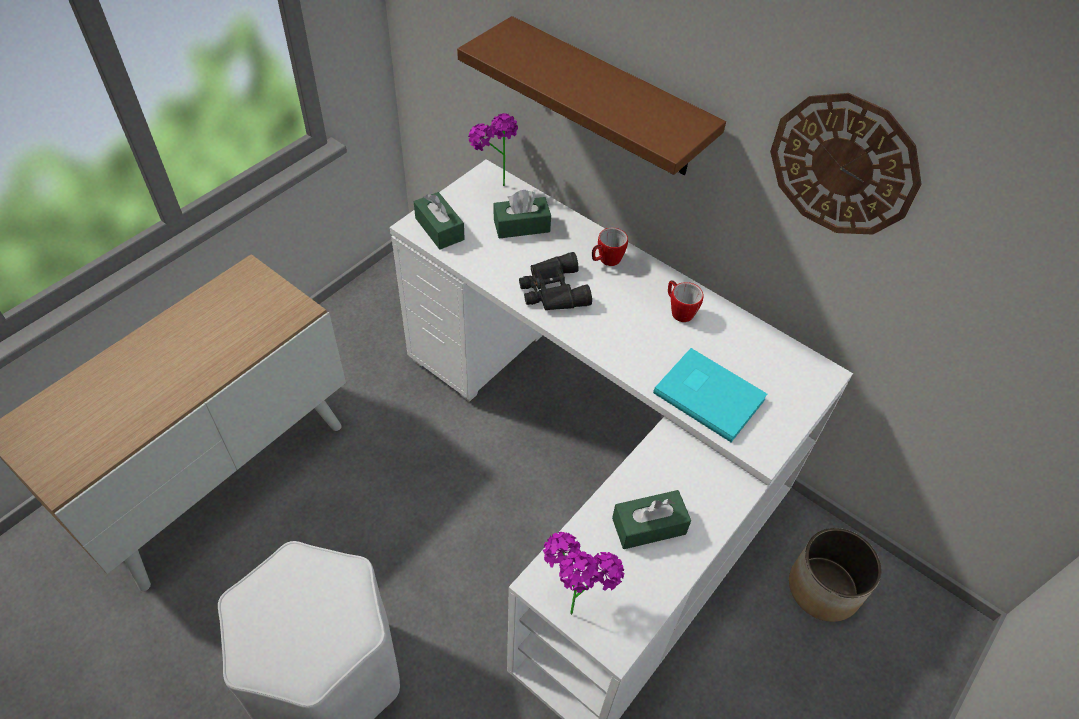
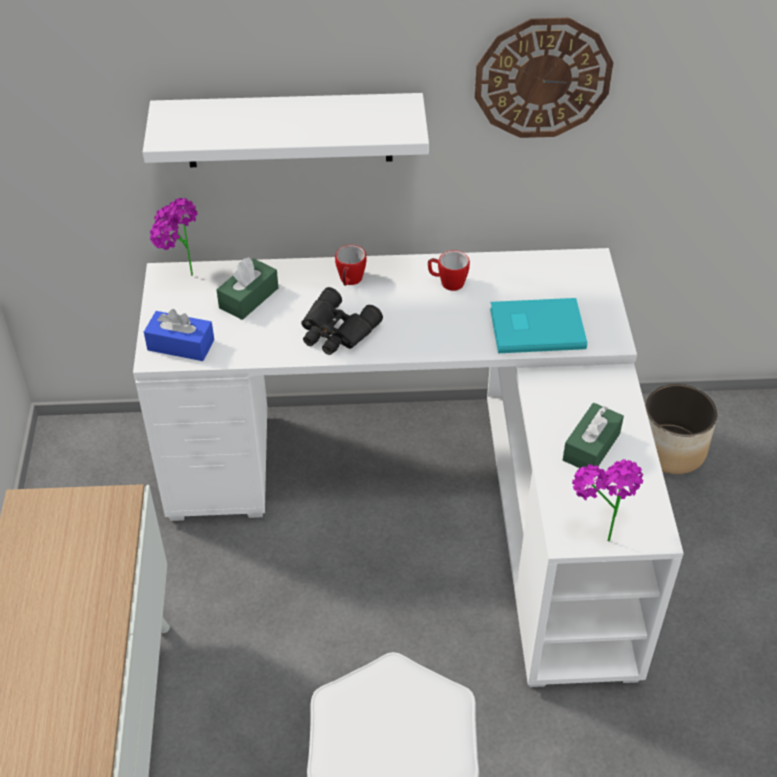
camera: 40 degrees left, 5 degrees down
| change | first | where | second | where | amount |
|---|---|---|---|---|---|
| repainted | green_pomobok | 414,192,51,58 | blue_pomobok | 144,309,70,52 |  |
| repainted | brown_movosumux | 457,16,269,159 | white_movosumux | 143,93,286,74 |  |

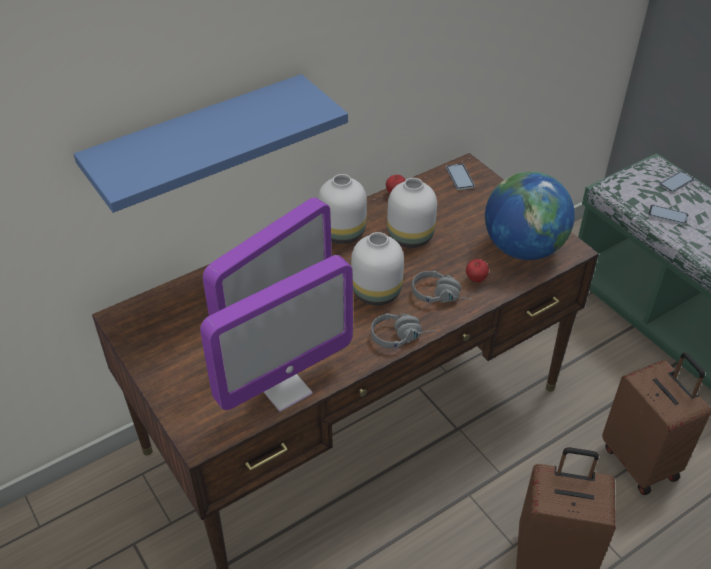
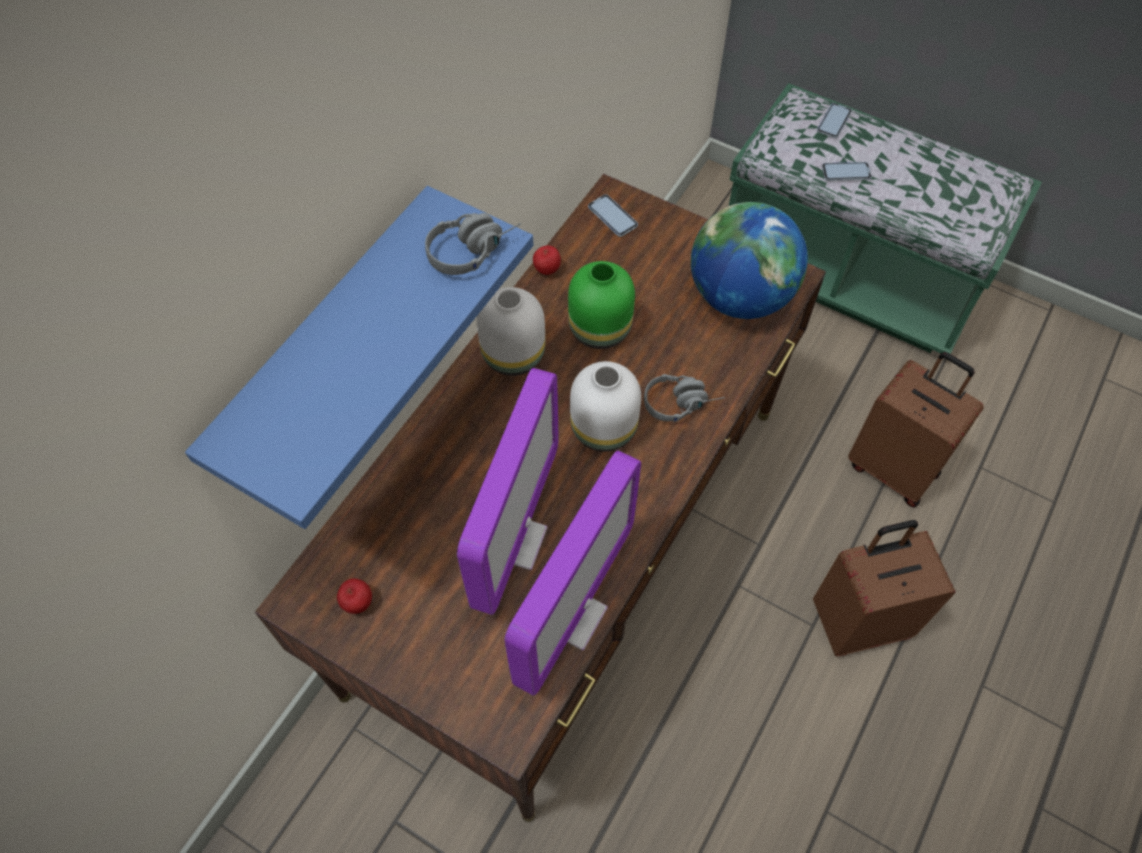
camera: 25 degrees left, 15 degrees up
| change | first | where | second | where | amount |
|---|---|---|---|---|---|
| shifted | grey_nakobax | 371,313,65,35 |  | 425,213,96,62 |  |
| shifted | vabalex | 466,259,23,24 |  | 337,578,35,36 |  |
| repainted | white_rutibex | 387,178,50,70 | green_rutibex | 568,261,67,88 |  |

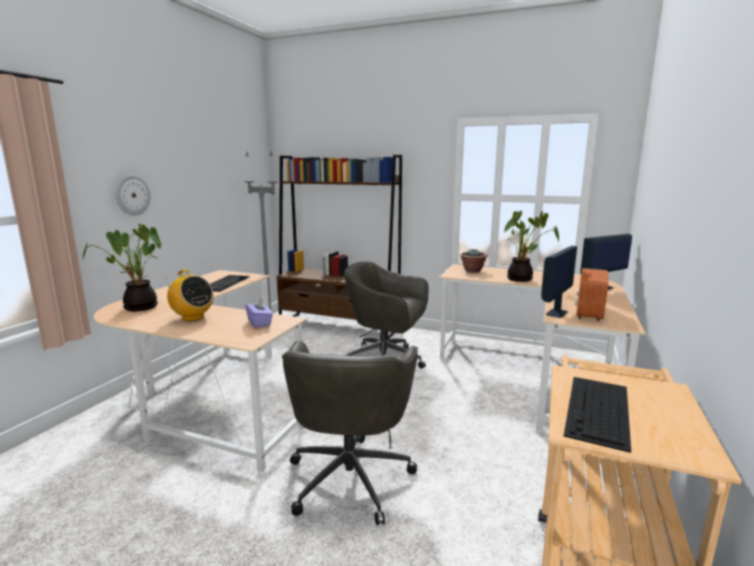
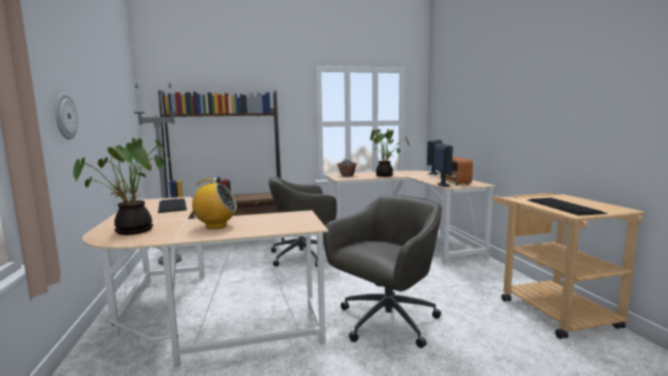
camera: 35 degrees left, 5 degrees down
| change | first | where | second | where | amount |
|---|---|---|---|---|---|
| gone | purple_pomobok | 245,297,28,31 |  |  |  |
| rotated | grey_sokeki | 282,341,136,184 |  | 323,195,119,153 | 105 degrees counterclockwise |

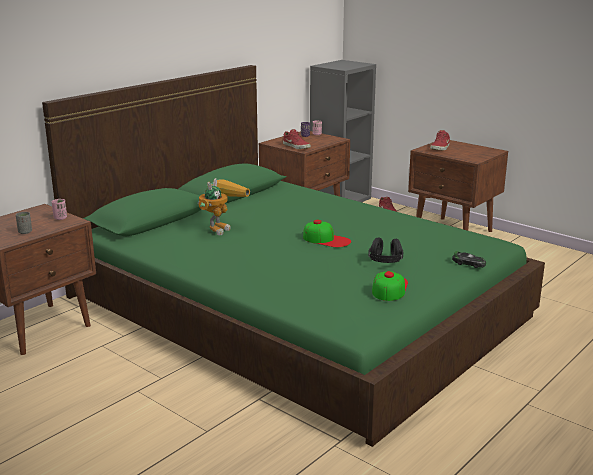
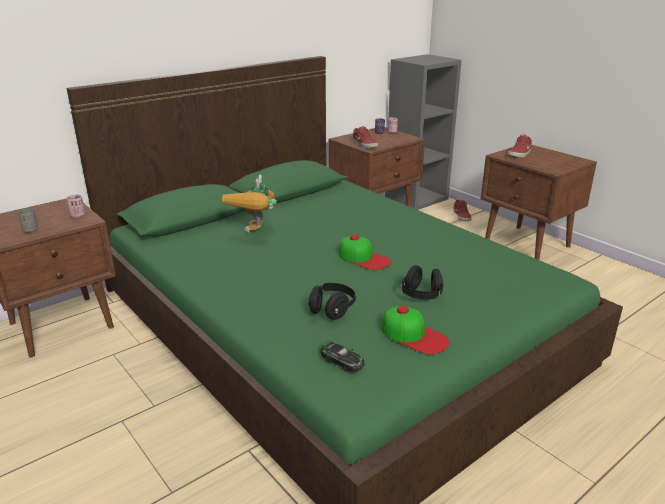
camera: 10 degrees right, 5 degrees up
| change | first | where | second | where | amount |
|---|---|---|---|---|---|
| new |  |  | black_nakobax | 308,283,48,37 |  |
| shifted | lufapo | 452,251,34,17 |  | 321,340,43,32 |  |
| rotated | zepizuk | 198,178,52,57 |  | 222,174,55,59 | 150 degrees clockwise |
| rotated | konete | 372,271,36,30 |  | 382,306,67,48 | 105 degrees clockwise |

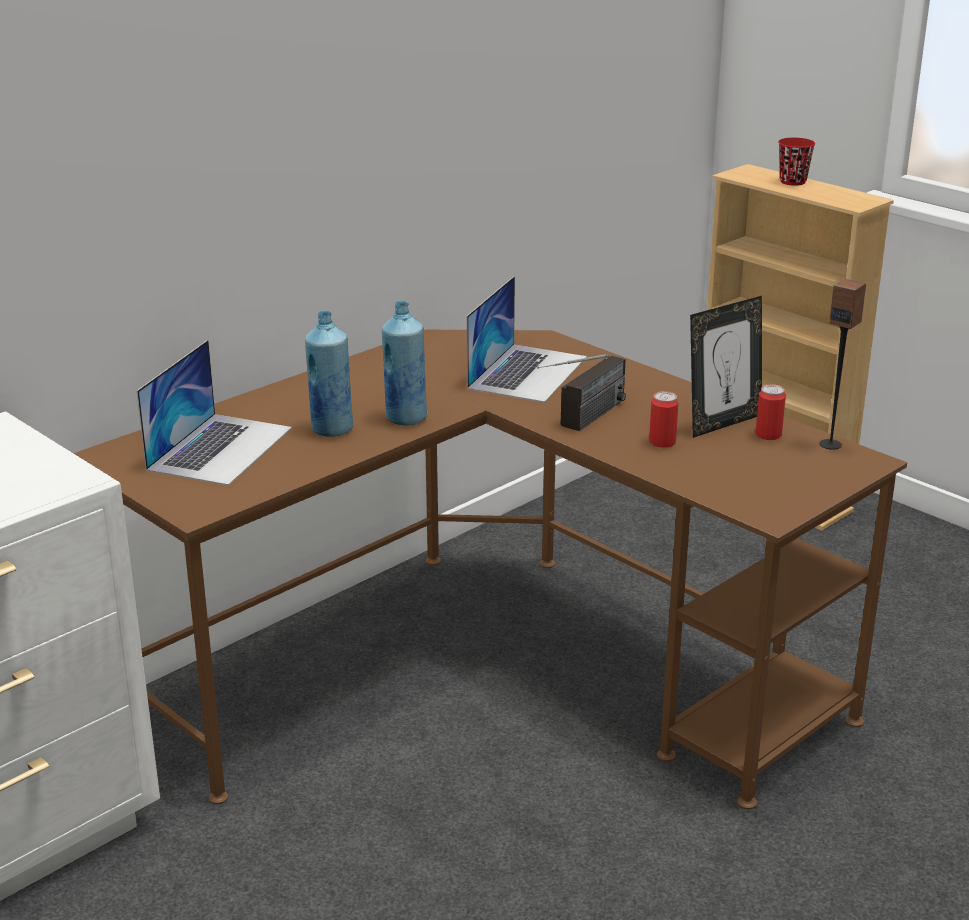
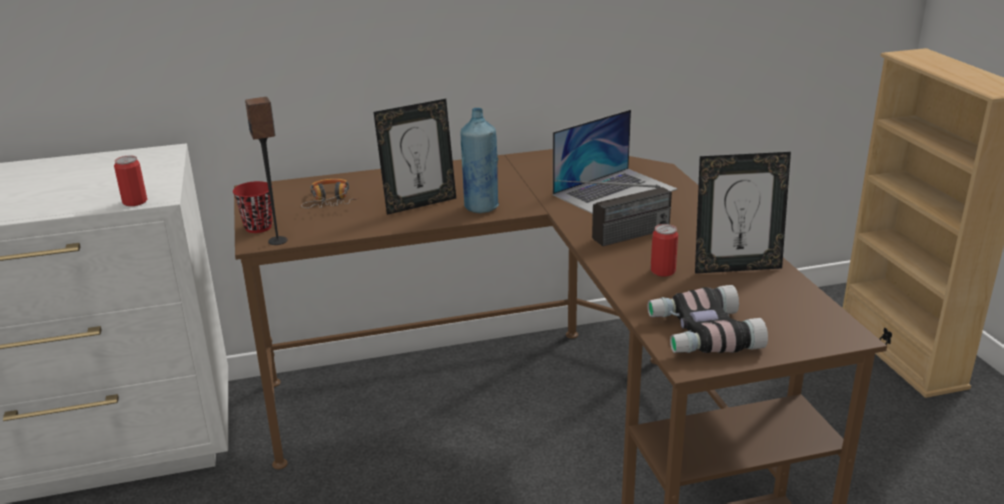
camera: 30 degrees right, 0 degrees up
| change | first | where | second | where | amount |
|---|---|---|---|---|---|
| new |  |  | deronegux | 647,285,121,68 |  |
| shifted | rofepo | 755,384,31,56 |  | 114,155,33,51 |  |
| shifted | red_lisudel | 778,138,37,48 |  | 233,181,39,52 |  |
| shifted | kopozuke | 819,279,47,171 |  | 245,97,42,148 |  |
| swapped | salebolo | 137,340,155,146 | nakobax | 301,179,58,29 |  |
| swapped | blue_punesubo | 305,311,49,126 | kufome | 374,99,82,116 |  |

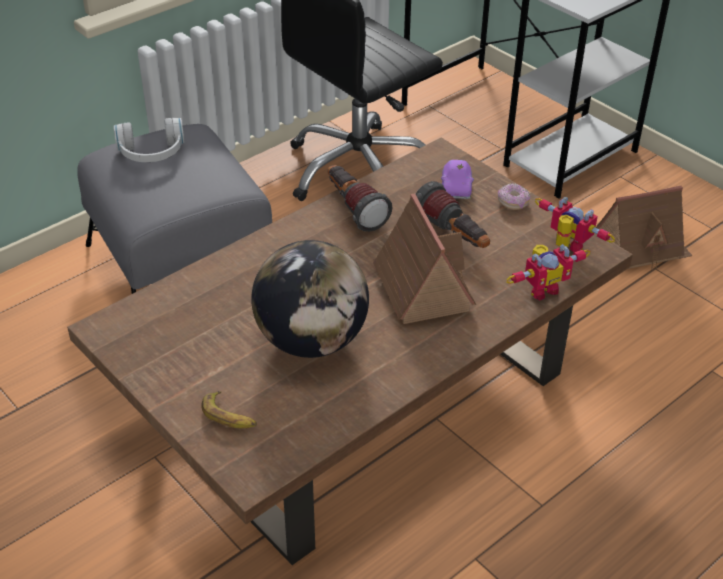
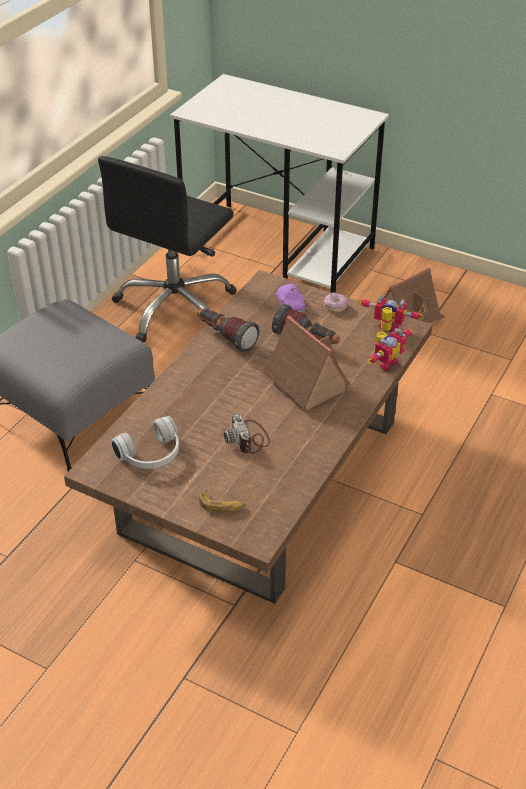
camera: 20 degrees left, 0 degrees up
| change | first | where | second | where | amount |
|---|---|---|---|---|---|
| shifted | white_nakobax | 114,118,71,44 |  | 111,416,68,53 |  |
| swapped | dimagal | 251,240,118,118 | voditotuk | 224,414,46,40 |  |

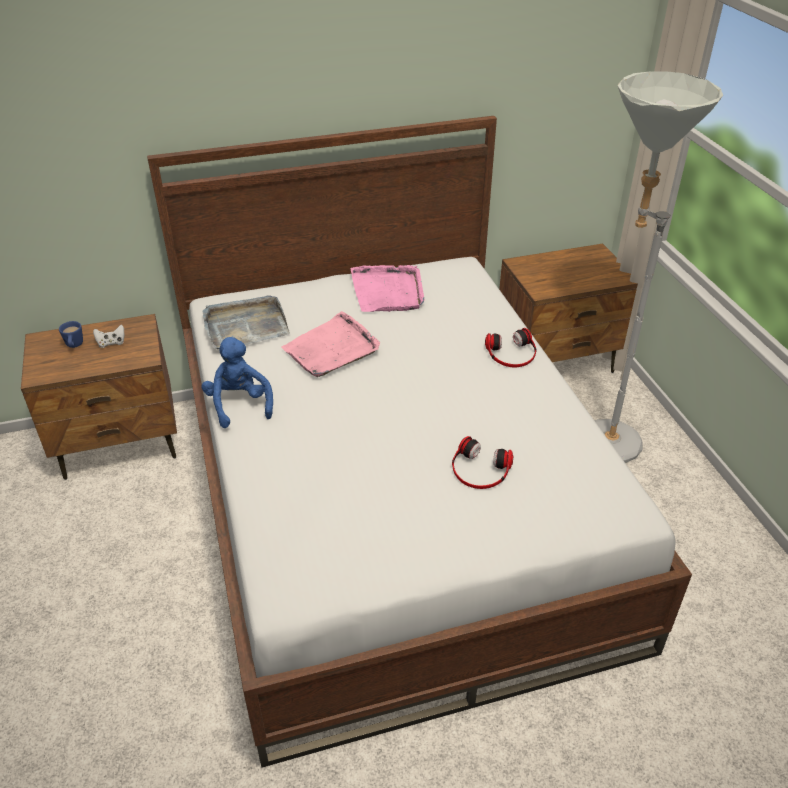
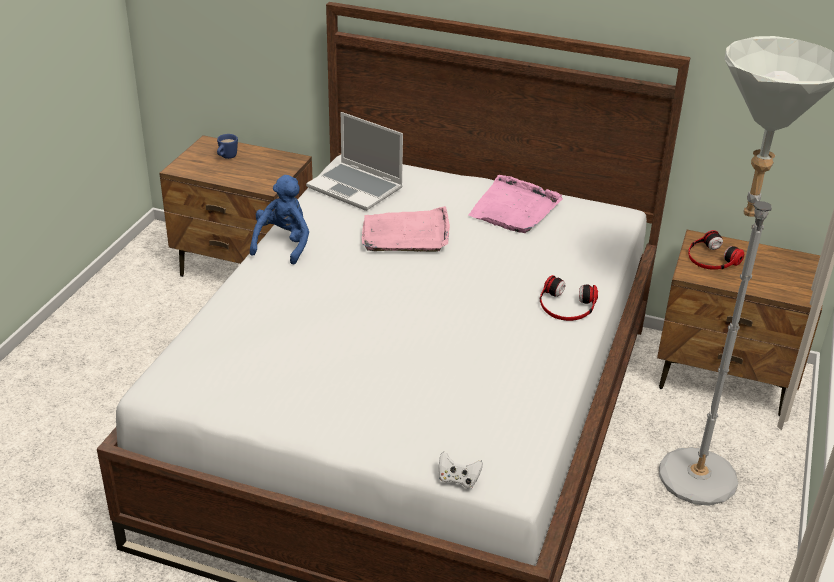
camera: 35 degrees right, 5 degrees down
| change | first | where | second | where | amount |
|---|---|---|---|---|---|
| shifted | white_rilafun | 93,324,31,24 |  | 439,451,44,38 |  |
| shifted | nakobax | 452,436,61,53 |  | 688,230,56,40 |  |
| swapped | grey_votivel | 203,295,87,54 | salebolo | 306,112,97,99 |  |

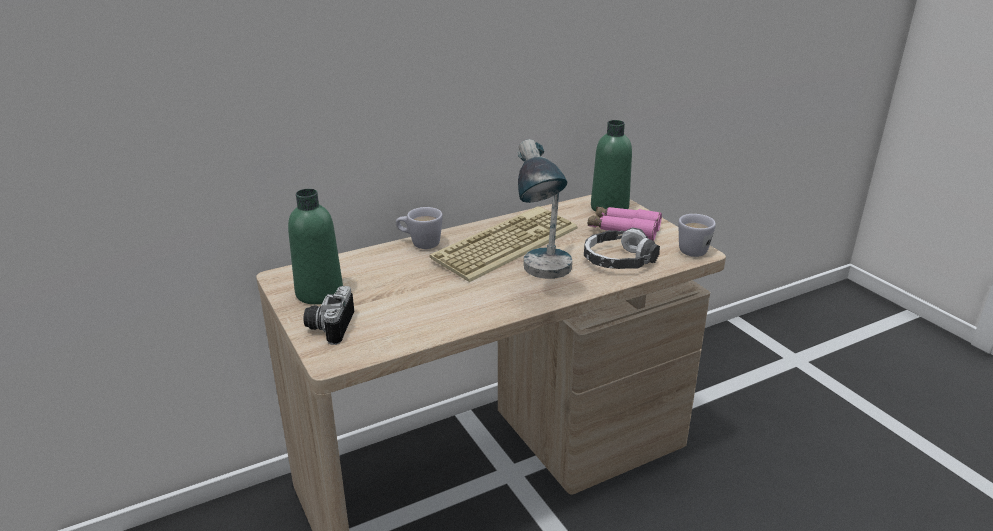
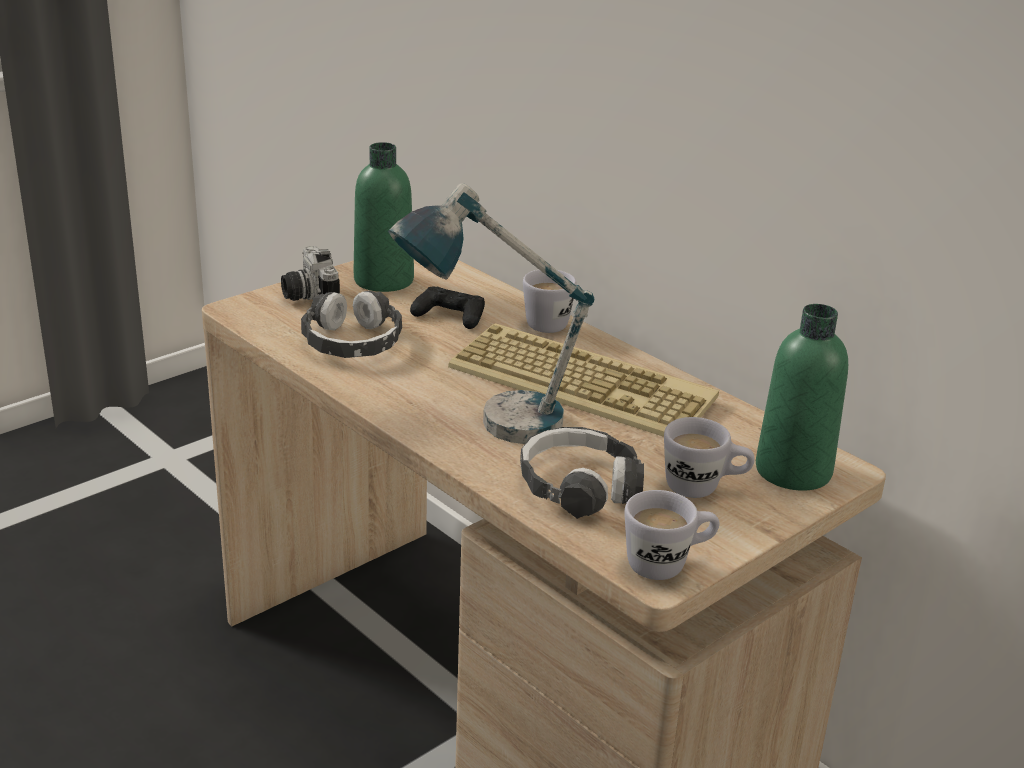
camera: 75 degrees right, 0 degrees up
| change | first | where | second | where | amount |
|---|---|---|---|---|---|
| new |  |  | nakobax | 301,291,101,67 |  |
| new |  |  | black_rilafun | 410,287,75,42 |  |
| swapped | pink_deronegux | 588,207,74,33 | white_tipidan | 664,417,91,81 |  |
| rotated | voditotuk | 304,286,50,59 |  | 281,246,59,55 | 105 degrees counterclockwise |

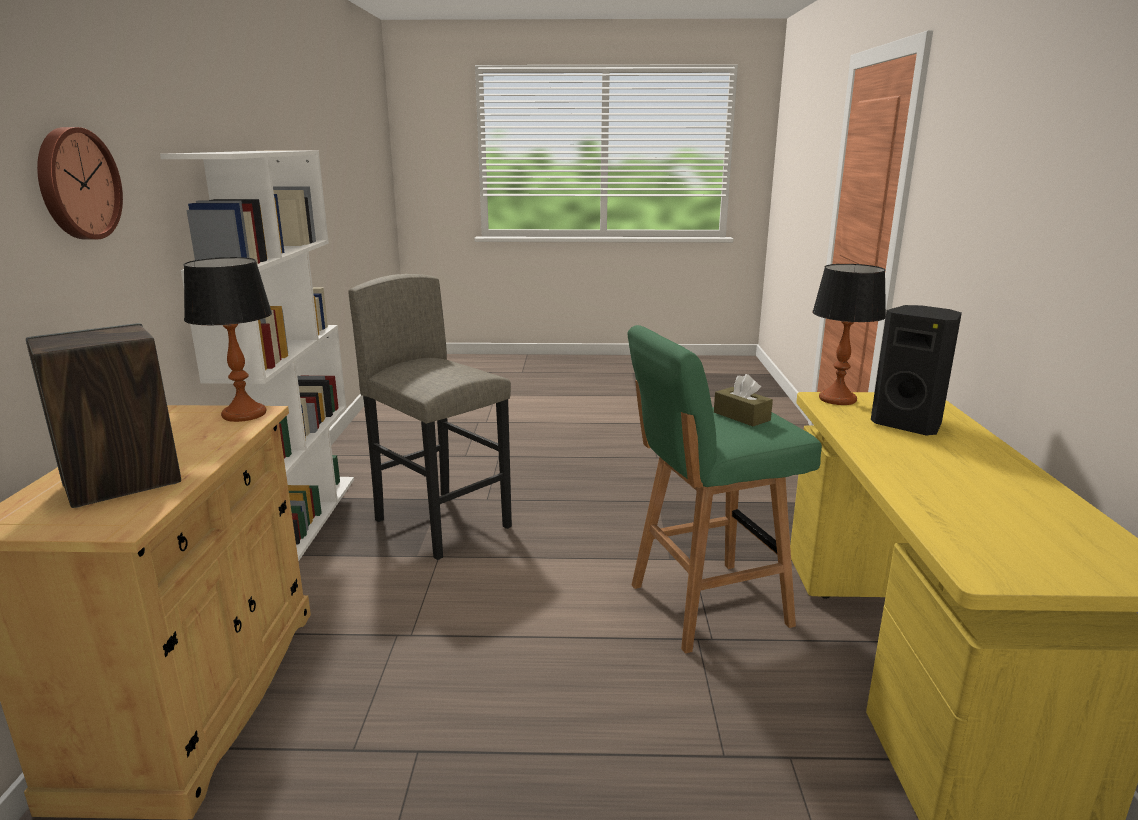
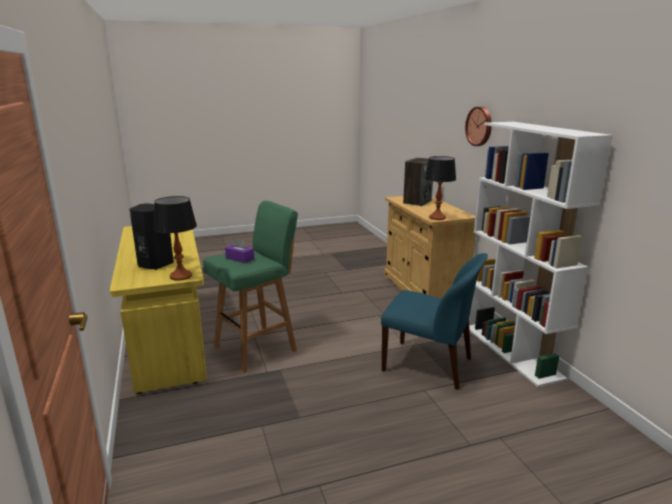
camera: 160 degrees right, 0 degrees up
| change | first | where | second | where | amount |
|---|---|---|---|---|---|
| swapped | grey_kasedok | 348,274,164,286 | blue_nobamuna | 381,253,107,137 |  |
| repainted | brown_pomobok | 714,374,59,52 | purple_pomobok | 225,238,29,25 |  |

